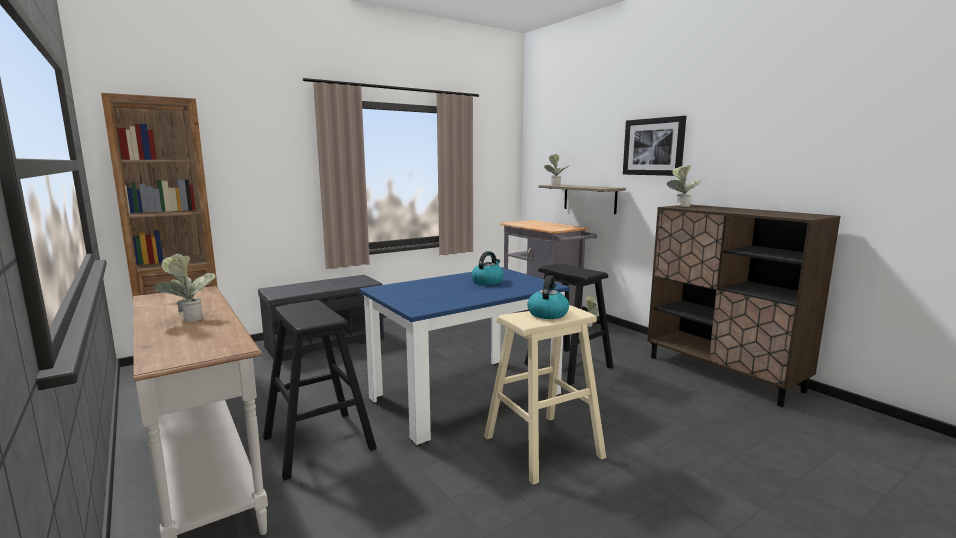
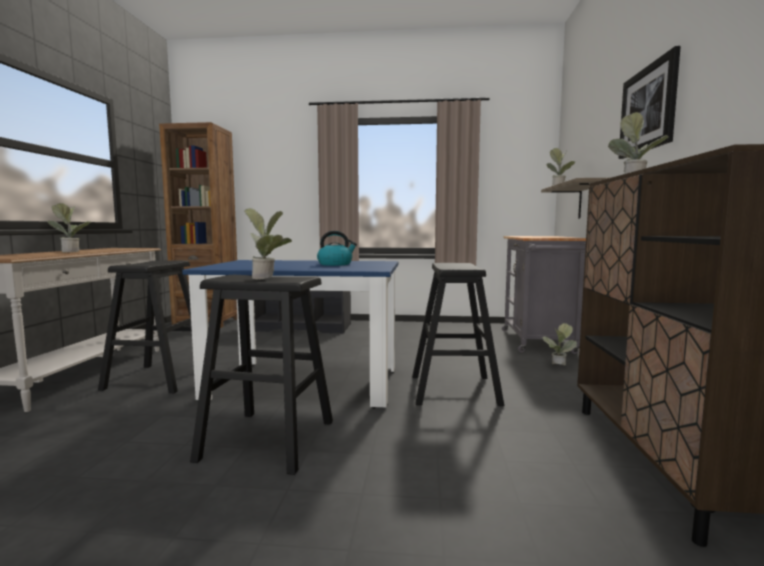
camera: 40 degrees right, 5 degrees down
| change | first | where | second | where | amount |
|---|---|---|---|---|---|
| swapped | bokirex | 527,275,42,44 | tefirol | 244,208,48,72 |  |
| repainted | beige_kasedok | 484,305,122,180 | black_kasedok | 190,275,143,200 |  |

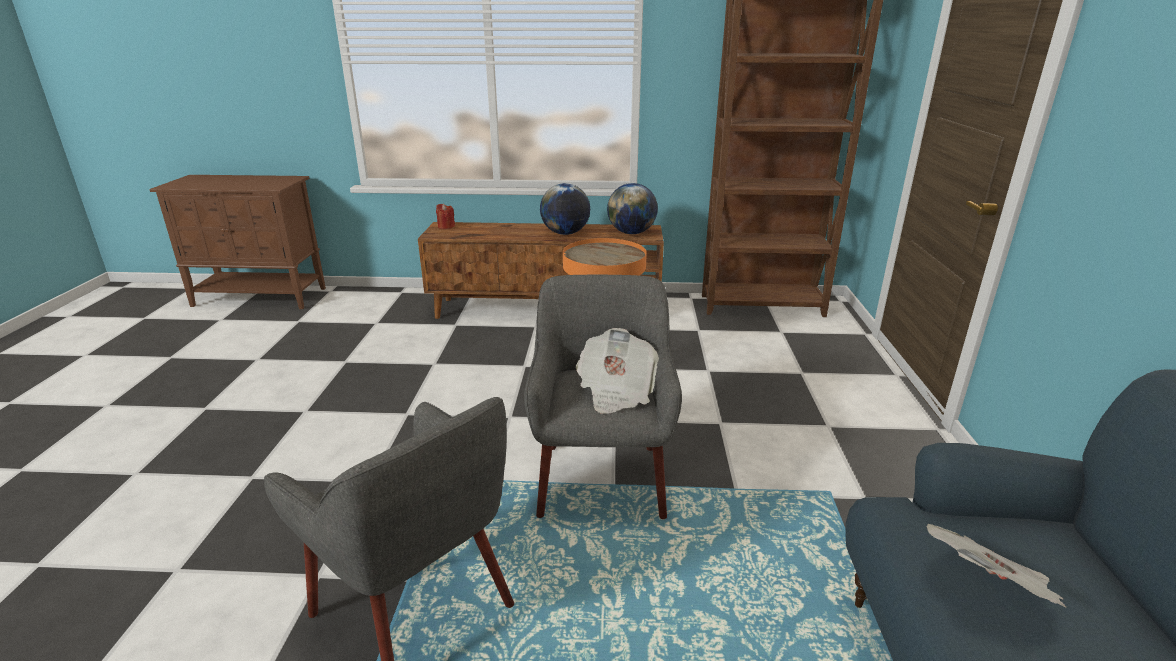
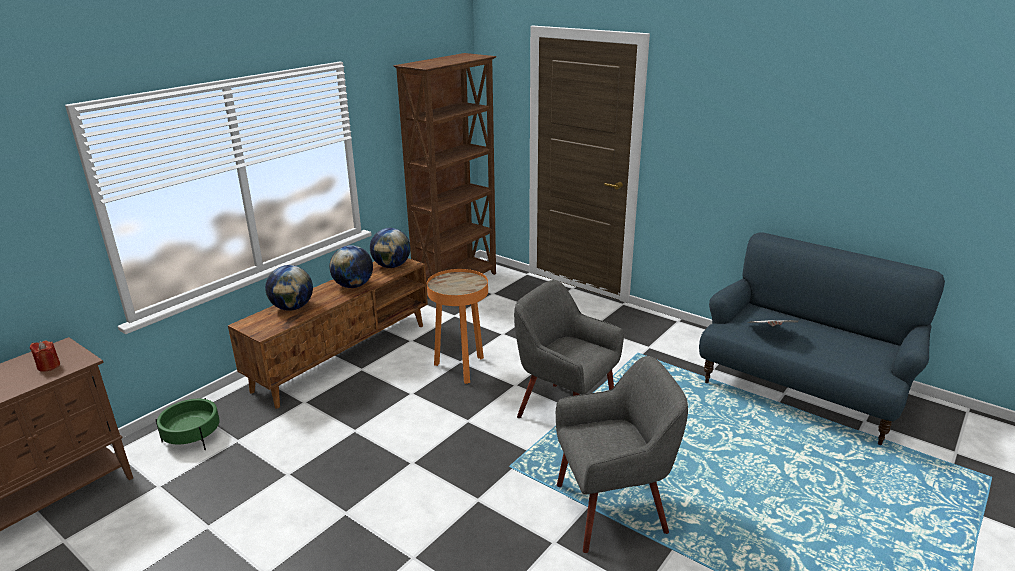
camera: 55 degrees left, 0 degrees up
| change | first | where | second | where | amount |
|---|---|---|---|---|---|
| gone | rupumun | 576,328,83,86 |  |  |  |
| new |  |  | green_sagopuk | 155,398,65,52 |  |
| new |  |  | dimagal | 265,265,48,45 |  |
| shifted | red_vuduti | 436,203,19,26 |  | 30,341,30,31 |  |

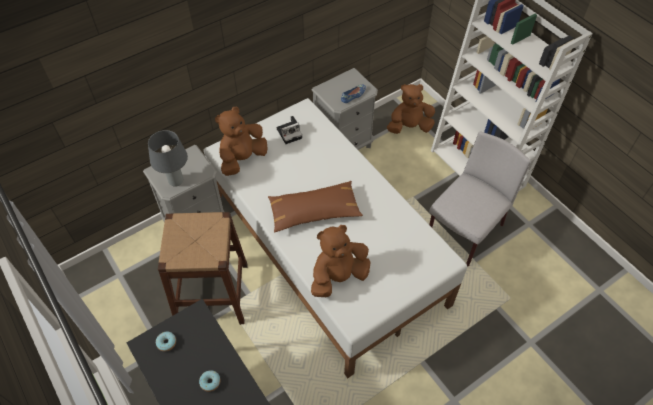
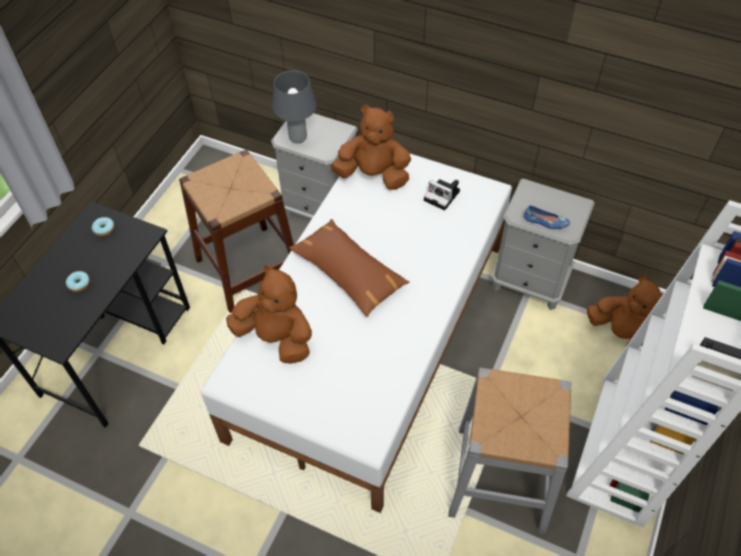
camera: 60 degrees right, 0 degrees up
| change | first | where | second | where | amount |
|---|---|---|---|---|---|
| swapped | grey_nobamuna | 429,131,102,136 | grey_kasedok | 448,368,123,166 |  |

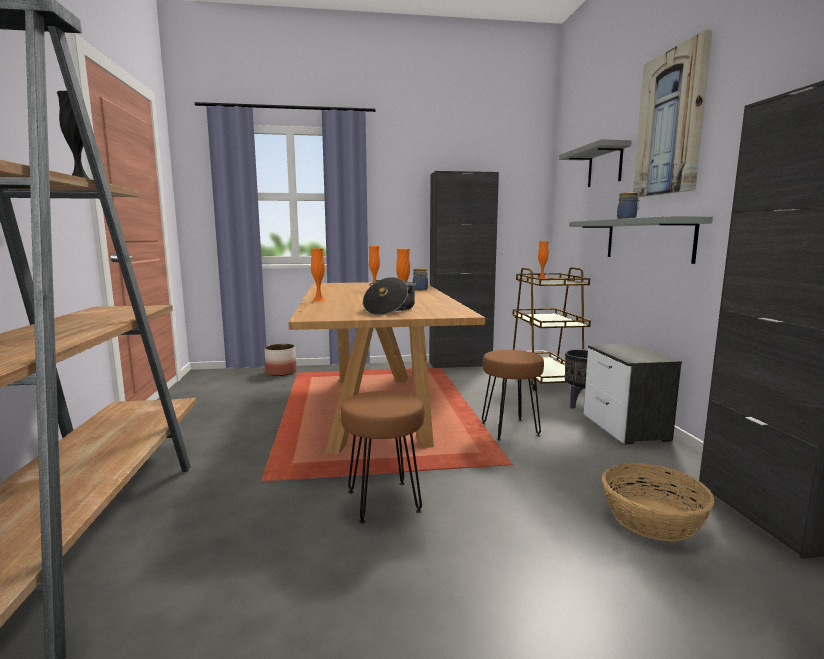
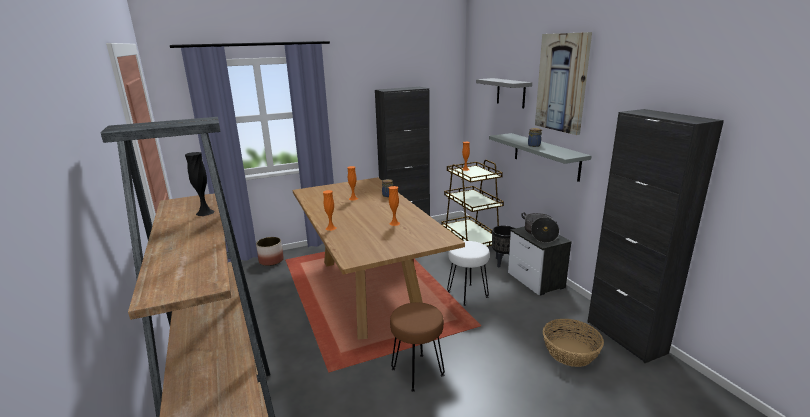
camera: 15 degrees left, 10 degrees up
| change | first | where | second | where | amount |
|---|---|---|---|---|---|
| shifted | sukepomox | 363,277,53,38 |  | 521,213,38,30 |  |
| repainted | brown_kasedok | 482,350,62,91 | white_kasedok | 447,241,43,65 |  |

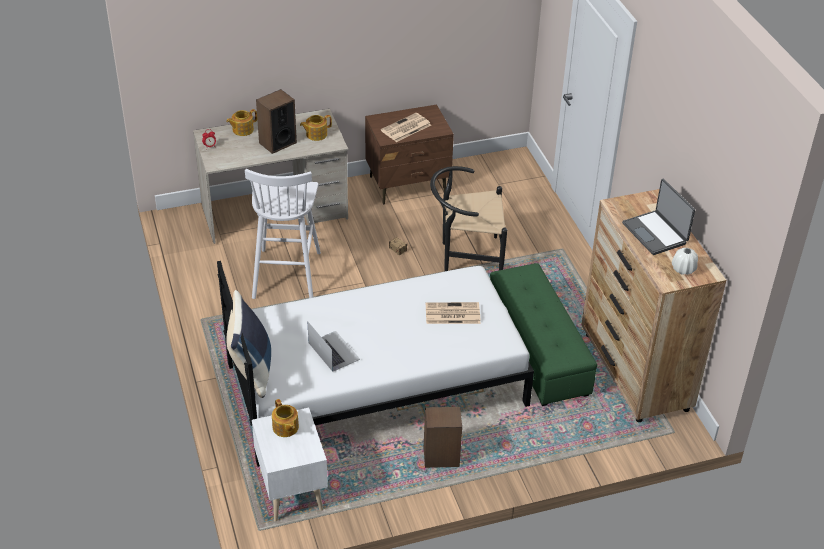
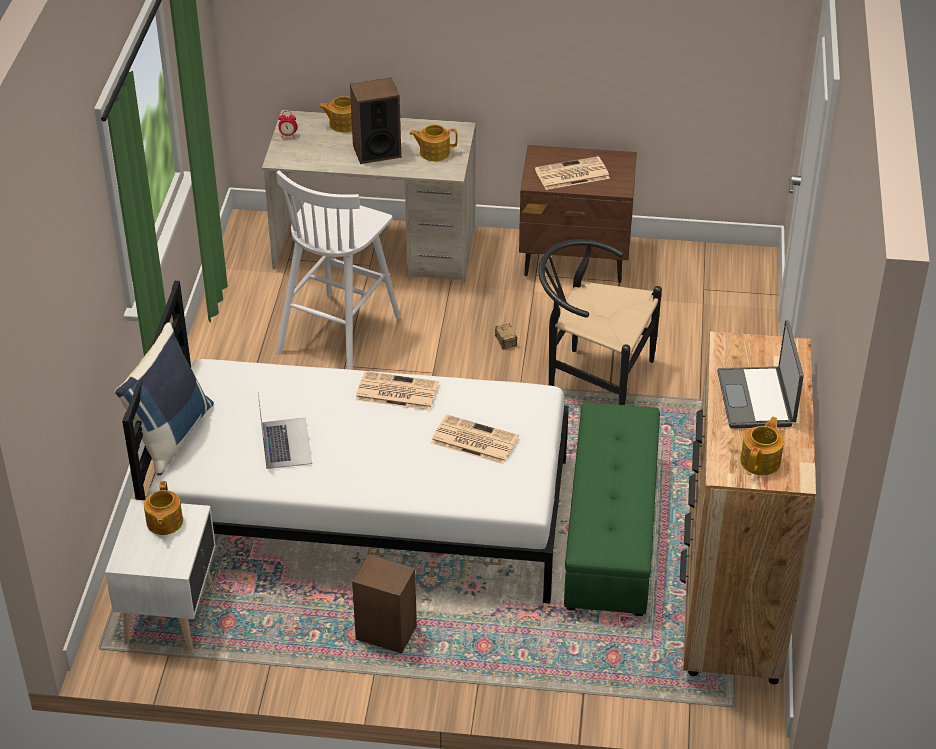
camera: 25 degrees right, 0 degrees up
| change | first | where | second | where | amount |
|---|---|---|---|---|---|
| new |  |  | rupumun | 356,371,83,39 |  |
| swapped | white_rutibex | 672,248,26,27 | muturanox | 740,417,44,58 |  |

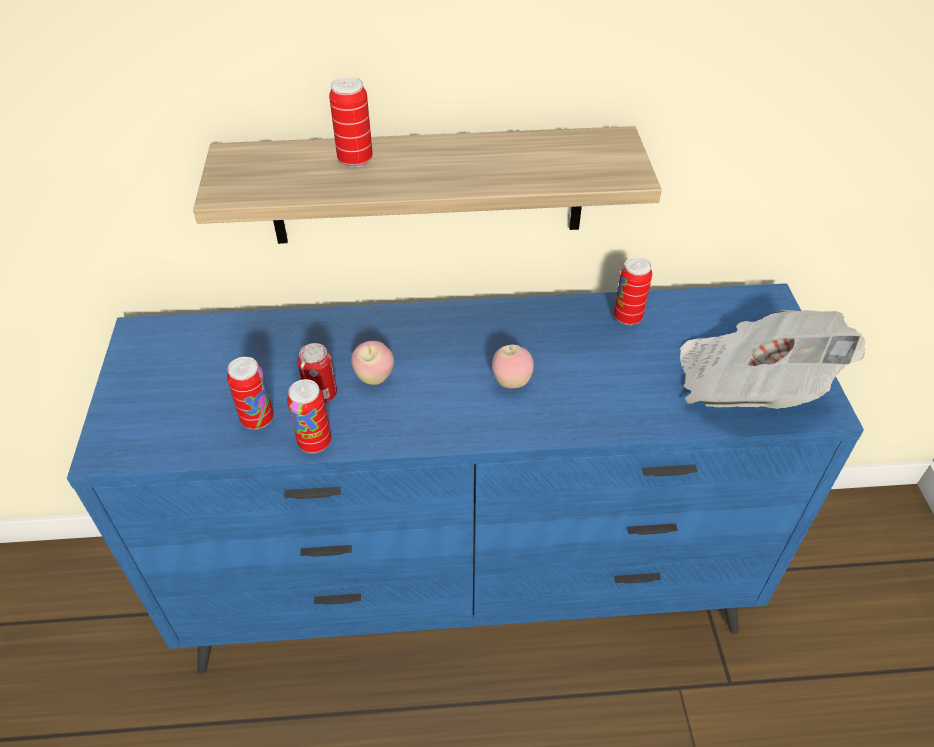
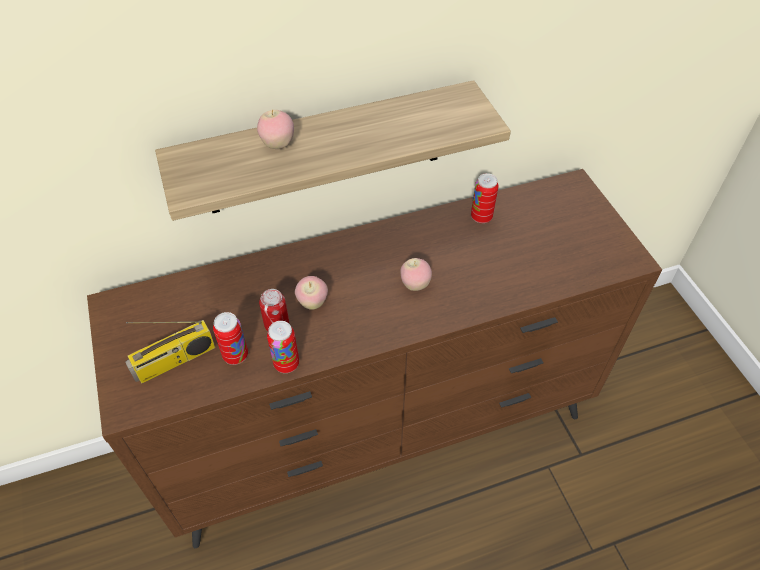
camera: 15 degrees left, 5 degrees up
| change | first | where | second | where | amount |
|---|---|---|---|---|---|
| gone | rupumun | 680,310,186,99 |  |  |  |
| new |  |  | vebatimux | 125,320,90,63 |  |
| swapped | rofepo | 329,76,44,91 | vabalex | 257,109,37,40 |  |
| repainted | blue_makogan | 67,283,797,390 | brown_makogan | 87,169,575,379 |  |

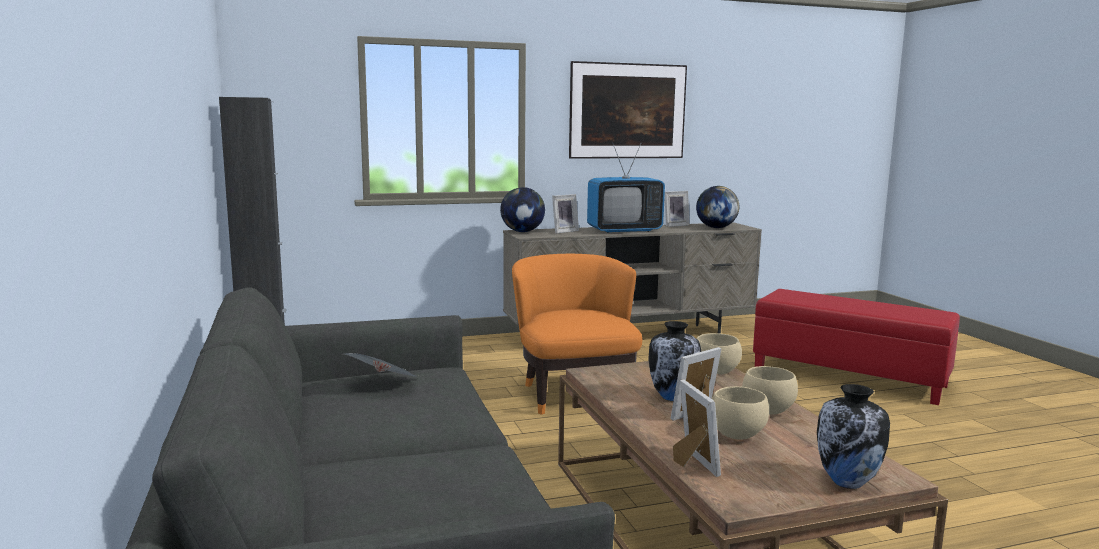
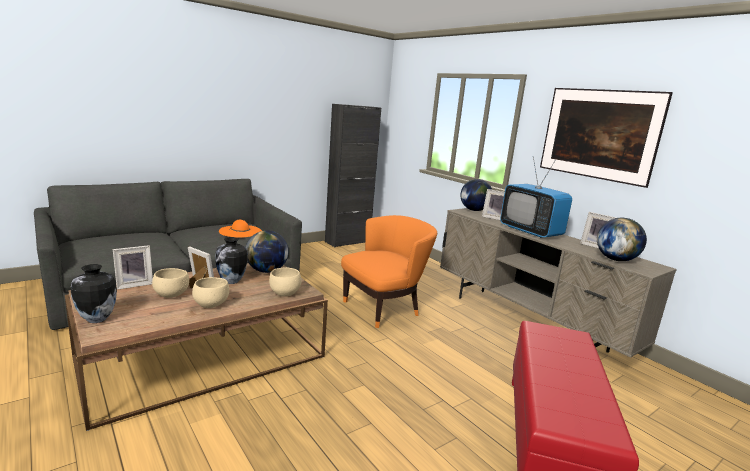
camera: 70 degrees right, 5 degrees up
| change | first | where | second | where | amount |
|---|---|---|---|---|---|
| new |  |  | dimagal | 246,230,43,43 |  |
| swapped | rupumun | 344,353,72,23 | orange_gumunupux | 219,220,43,18 |  |

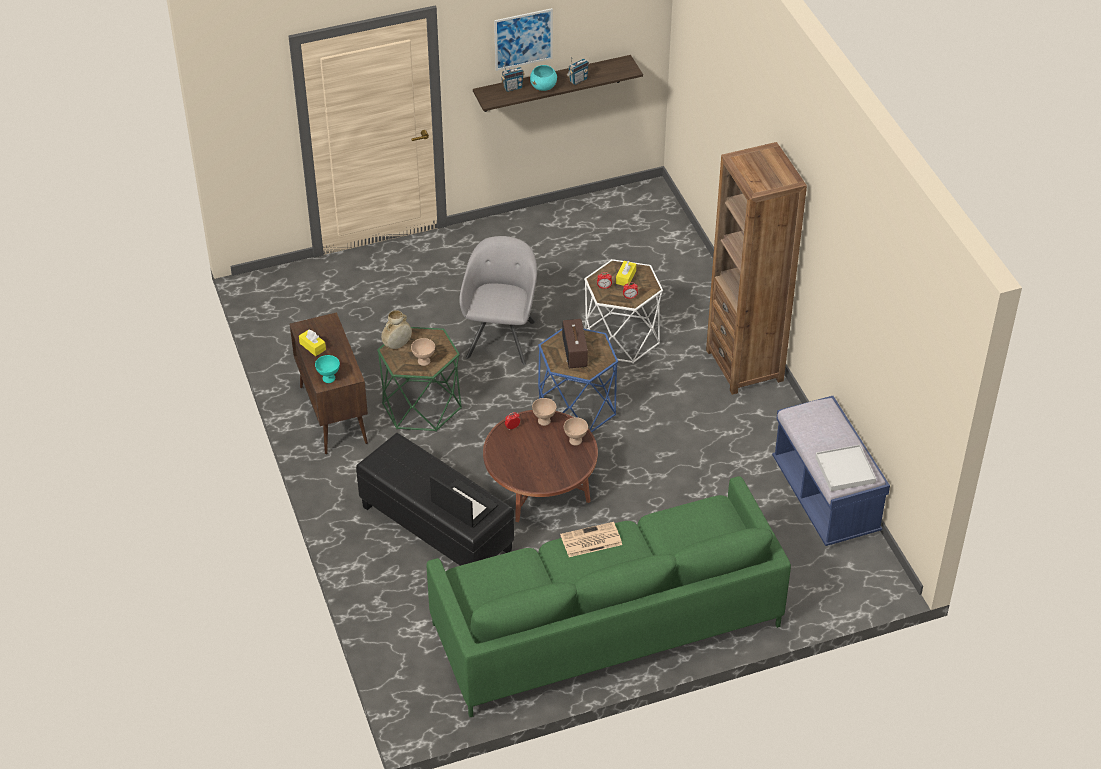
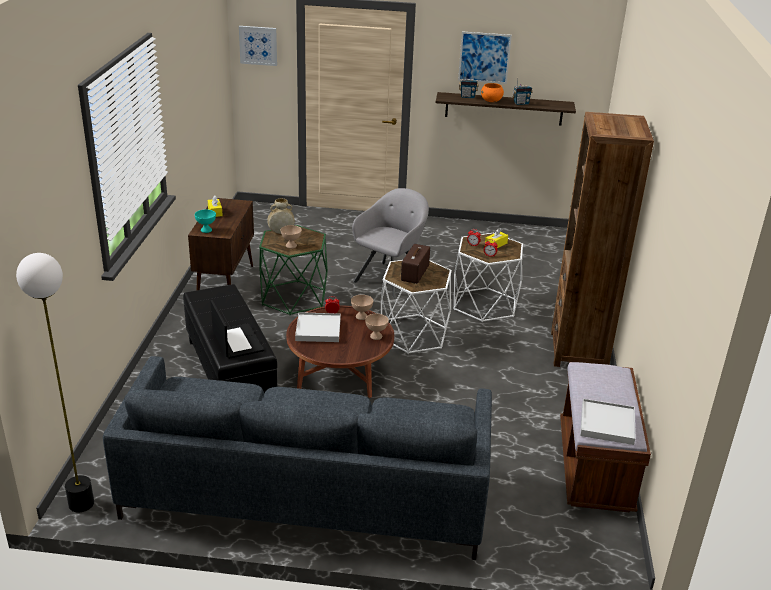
camera: 25 degrees right, 15 degrees down
| change | first | where | second | where | amount |
|---|---|---|---|---|---|
| gone | rupumun | 560,522,62,35 |  |  |  |
| new |  |  | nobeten | 16,253,78,259 |  |
| new |  |  | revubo | 239,26,38,40 |  |
| new |  |  | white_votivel | 295,312,46,30 |  |
| repainted | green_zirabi | 427,476,364,241 | grey_zirabi | 103,356,389,204 |  |
| repainted | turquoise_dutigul | 530,65,27,26 | orange_dutigul | 481,83,23,19 |  |
| repainted | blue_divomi | 538,329,80,103 | white_divomi | 381,260,71,94 |  |
| repainted | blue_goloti | 772,396,118,150 | brown_goloti | 560,362,91,150 |  |

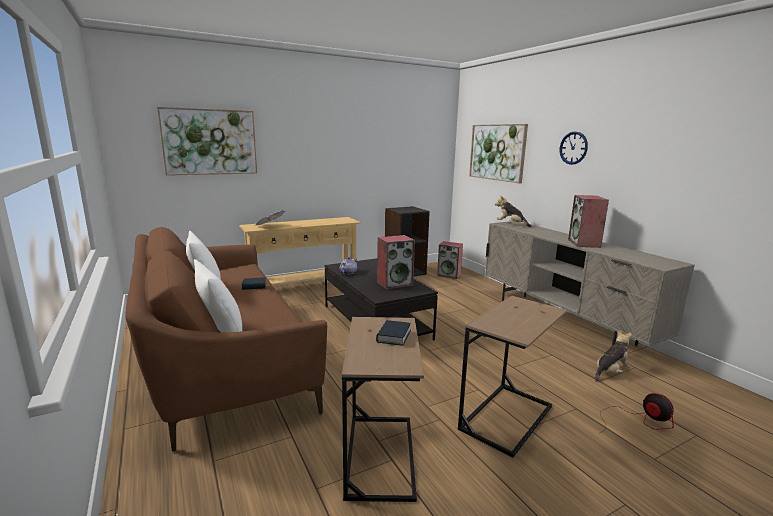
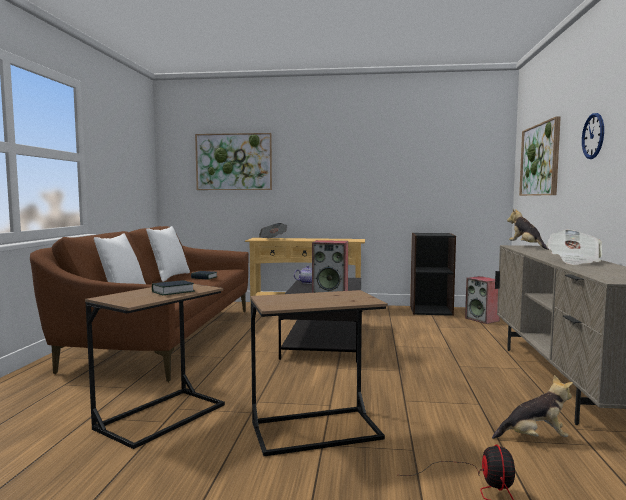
camera: 35 degrees right, 10 degrees down
| change | first | where | second | where | amount |
|---|---|---|---|---|---|
| swapped | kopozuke | 568,195,41,53 | rupumun | 546,229,56,36 |  |

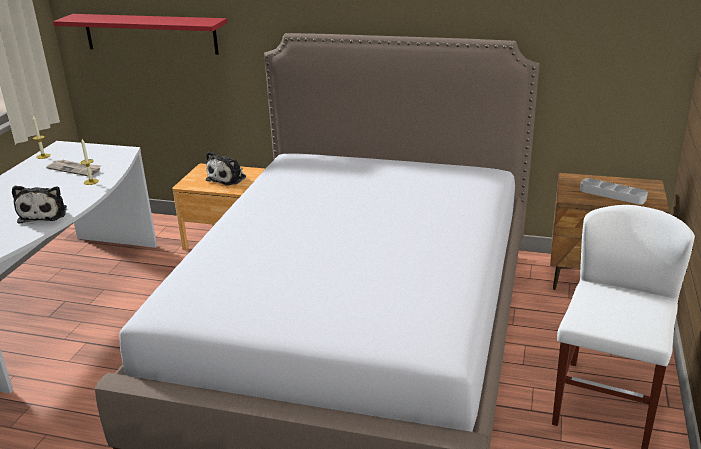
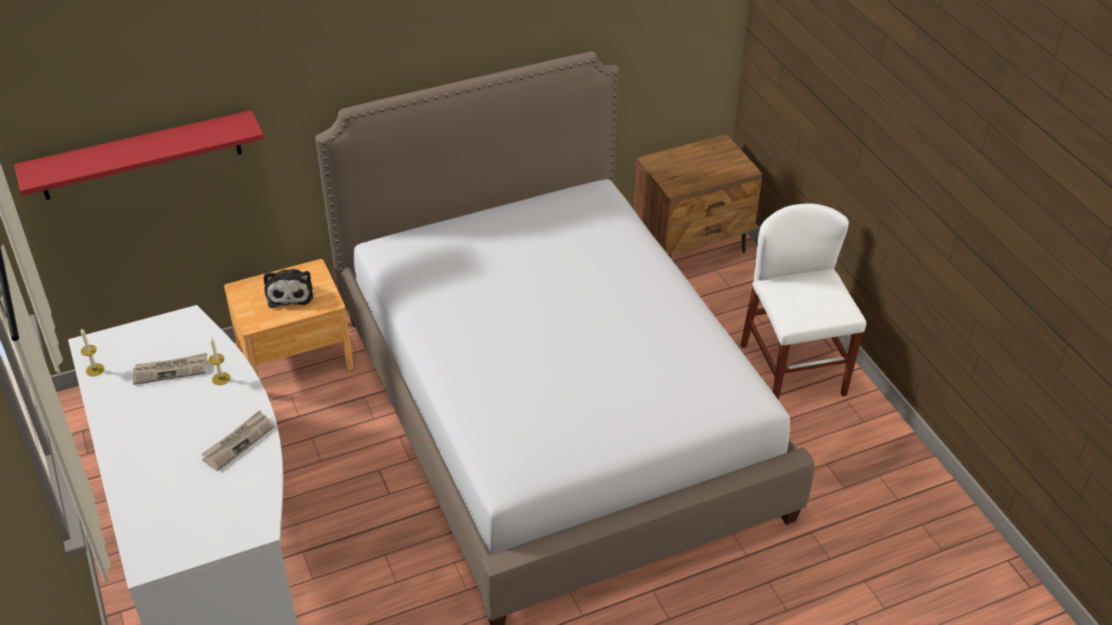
camera: 40 degrees left, 15 degrees up
| change | first | where | second | where | amount |
|---|---|---|---|---|---|
| gone | grey_votivel | 580,178,68,27 |  |  |  |
| swapped | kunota | 12,186,55,38 | rupumun | 201,410,73,61 |  |

